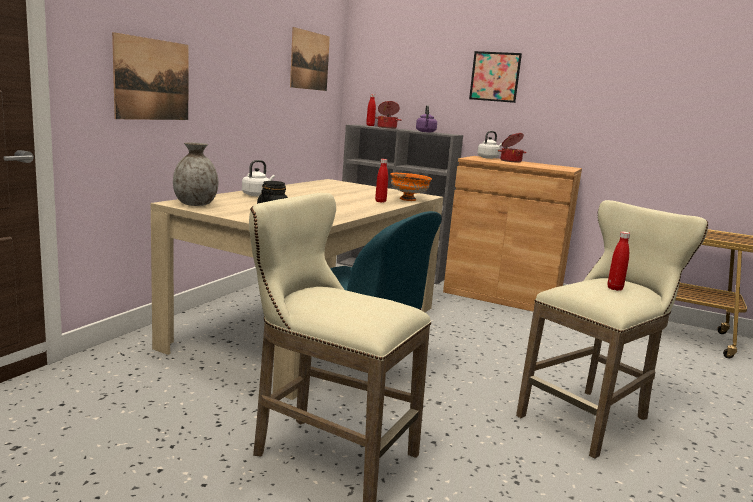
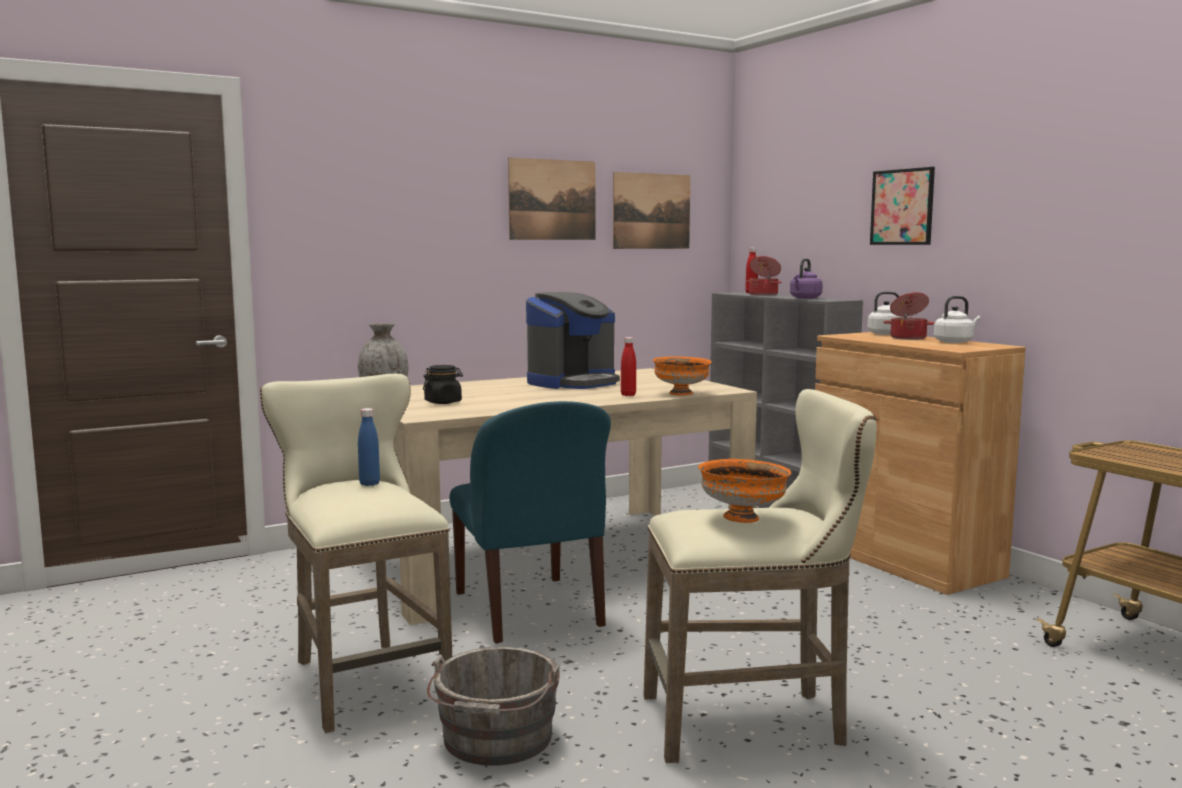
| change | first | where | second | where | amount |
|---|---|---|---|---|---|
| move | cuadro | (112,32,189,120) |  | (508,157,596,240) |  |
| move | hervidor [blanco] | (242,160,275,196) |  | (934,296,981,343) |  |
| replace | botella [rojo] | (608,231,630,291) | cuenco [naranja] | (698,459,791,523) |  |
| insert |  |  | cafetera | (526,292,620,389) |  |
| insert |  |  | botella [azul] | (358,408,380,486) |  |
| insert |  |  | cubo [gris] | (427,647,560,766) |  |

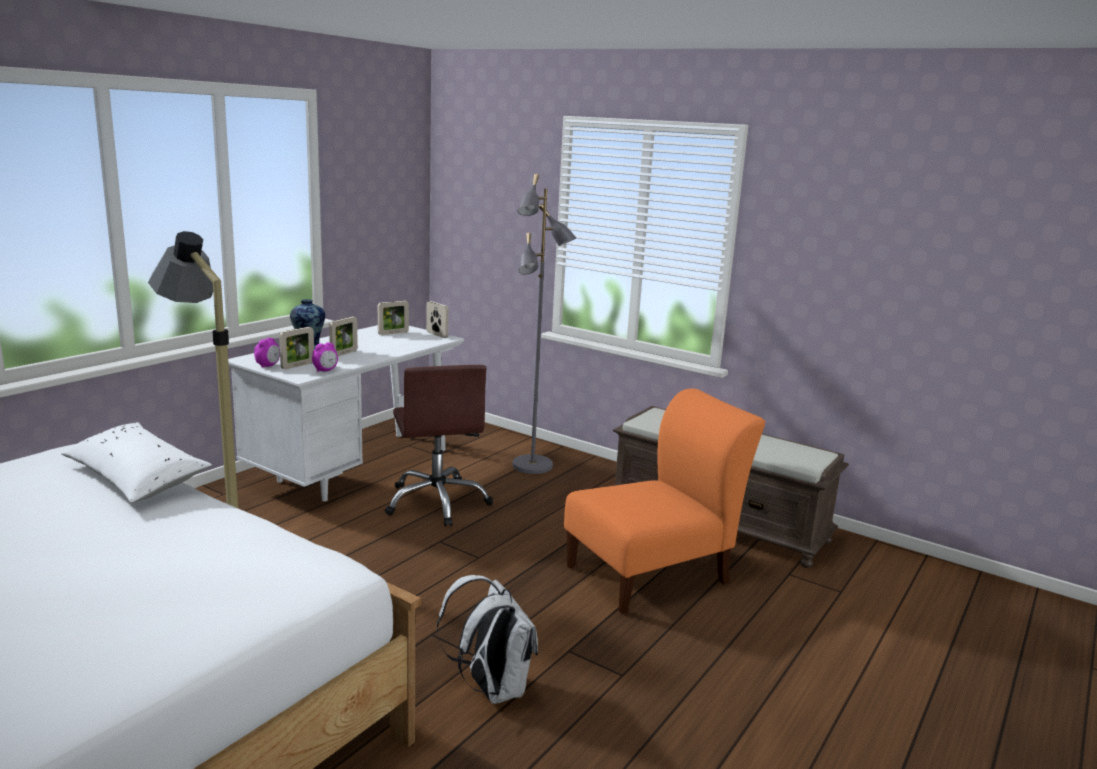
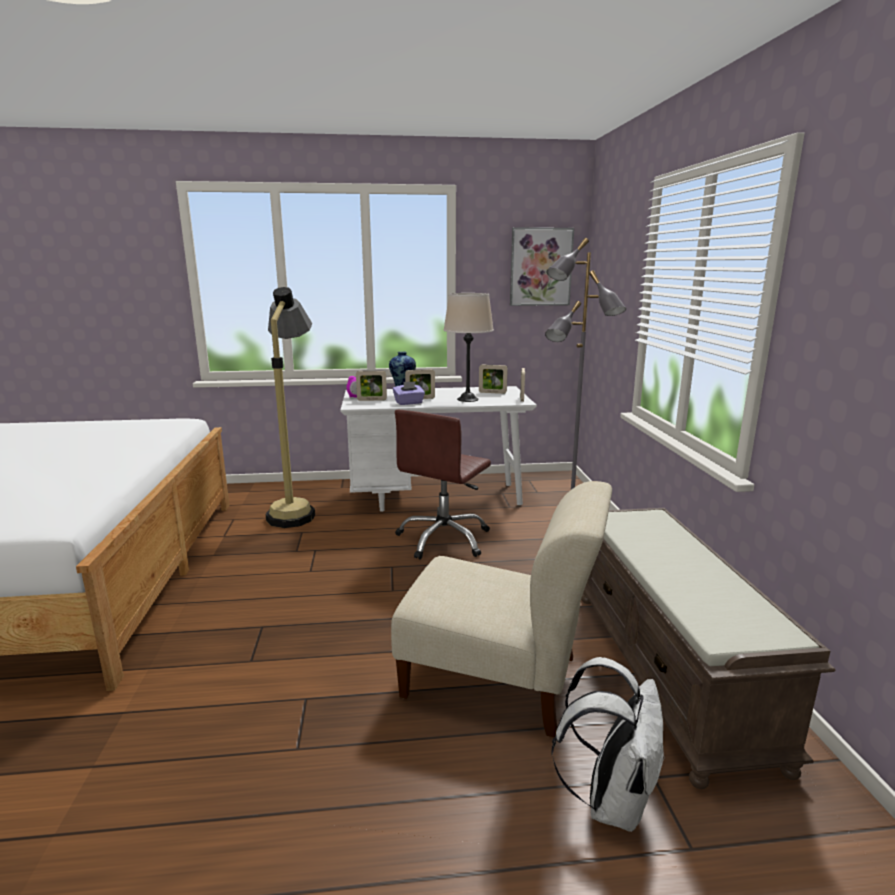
| change | first | where | second | where | amount |
|---|---|---|---|---|---|
| delete | despertador | (312,342,338,372) |  |  |  |
| recolor | silla [naranja] | (564,388,765,614) | silla [beis] | (391,481,612,737) |  |
| delete | cojín [blanco] | (61,422,212,503) |  |  |  |
| move | mochila [blanco] | (437,575,538,704) |  | (551,657,665,832) |  |
| insert |  |  | cuadro | (510,227,574,306) |  |
| insert |  |  | lámpara de mesa [beis] | (444,293,494,402) |  |
| insert |  |  | caja de pañuelos [morado] | (393,381,425,405) |  |

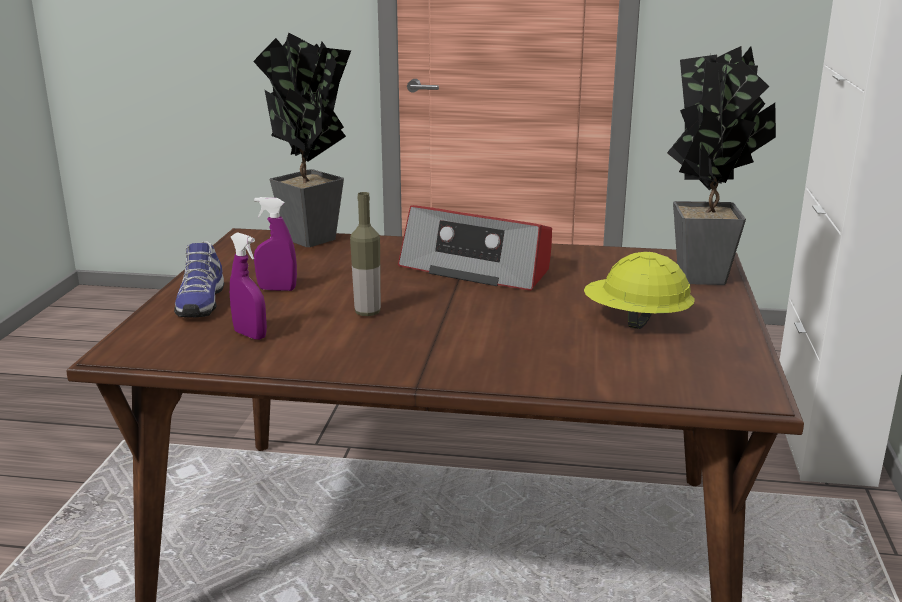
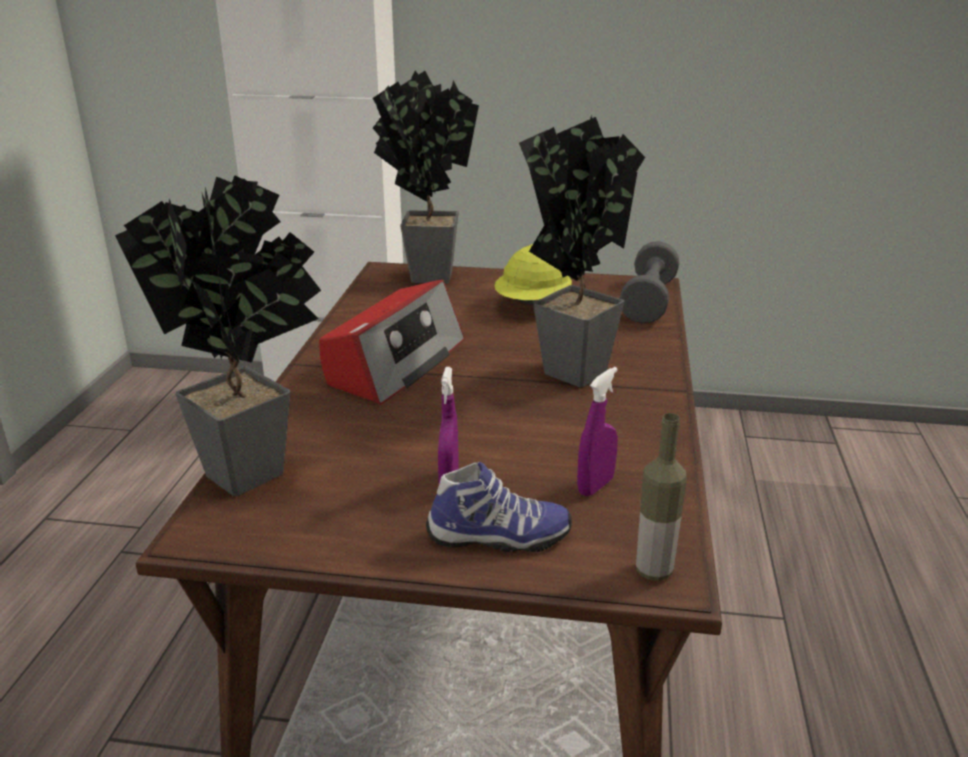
| change | first | where | second | where | amount |
|---|---|---|---|---|---|
| move | botella | (350,192,381,316) |  | (636,413,687,581) |  |
| insert |  |  | planta en maceta | (519,115,645,387) |  |
| insert |  |  | mancuerna [gris] | (620,241,679,324) |  |

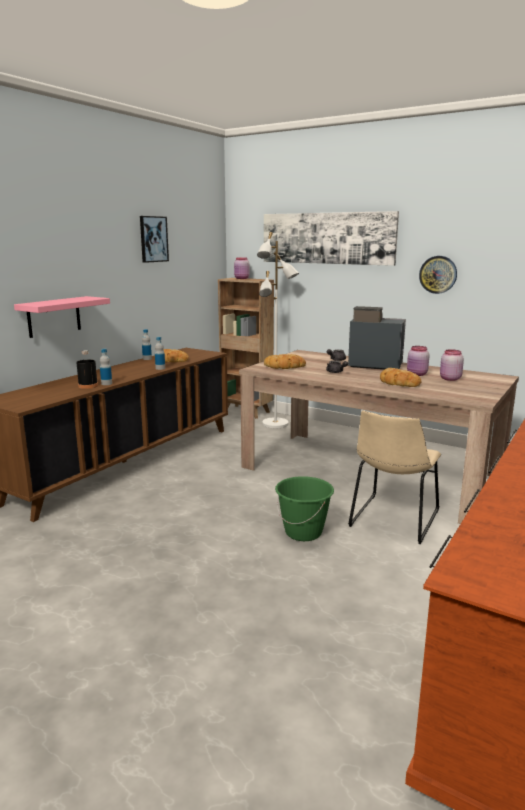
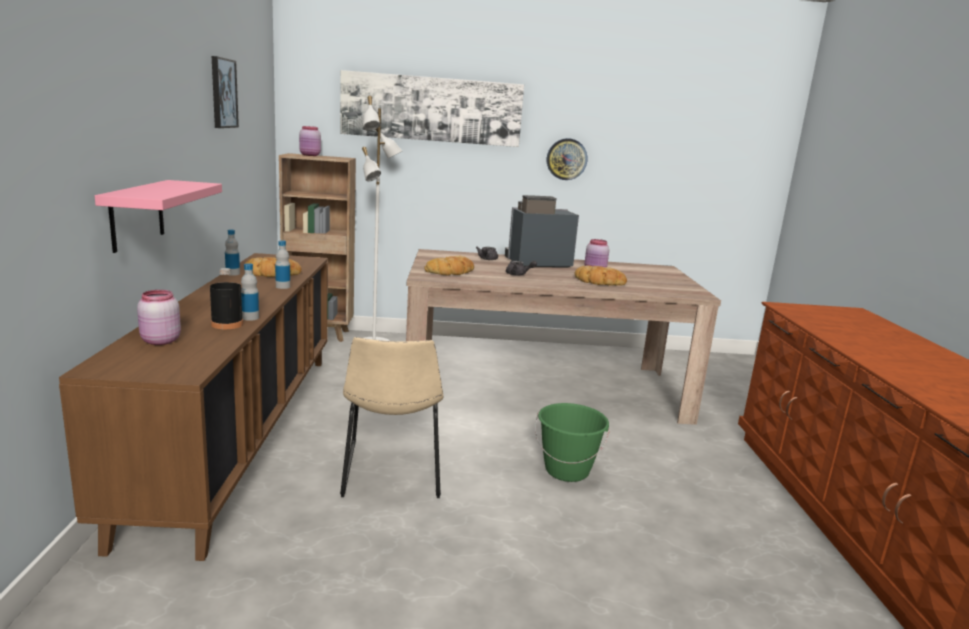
| change | first | where | second | where | amount |
|---|---|---|---|---|---|
| move | tarro [rosa] | (440,349,464,381) |  | (137,290,181,345) |  |
| move | silla [beis] | (348,410,441,544) |  | (340,337,443,498) |  |

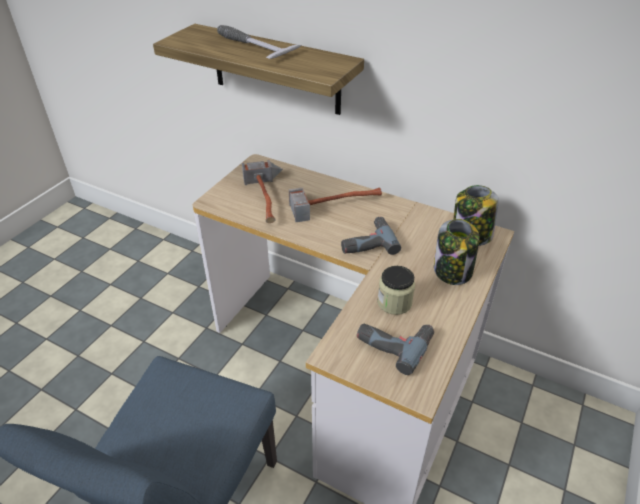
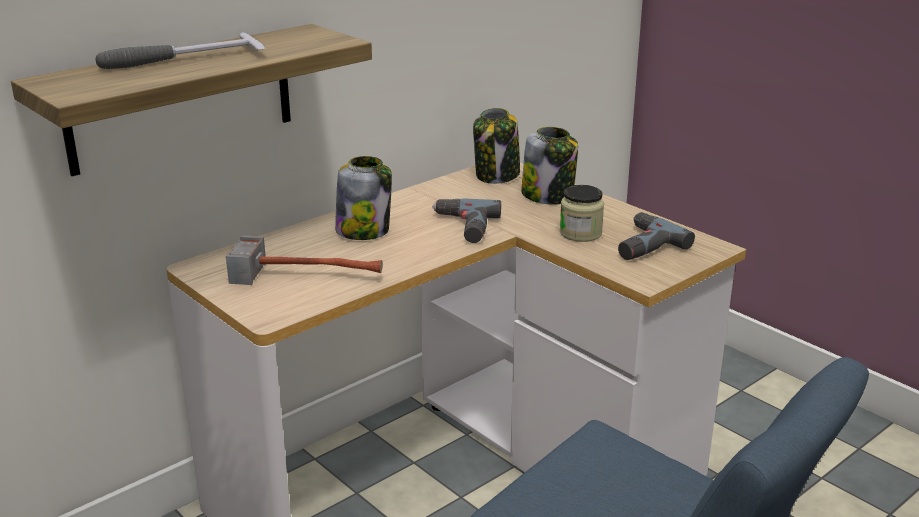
| change | first | where | second | where | amount |
|---|---|---|---|---|---|
| replace | martillo | (289,187,382,222) | tarro | (335,156,392,240) |  |

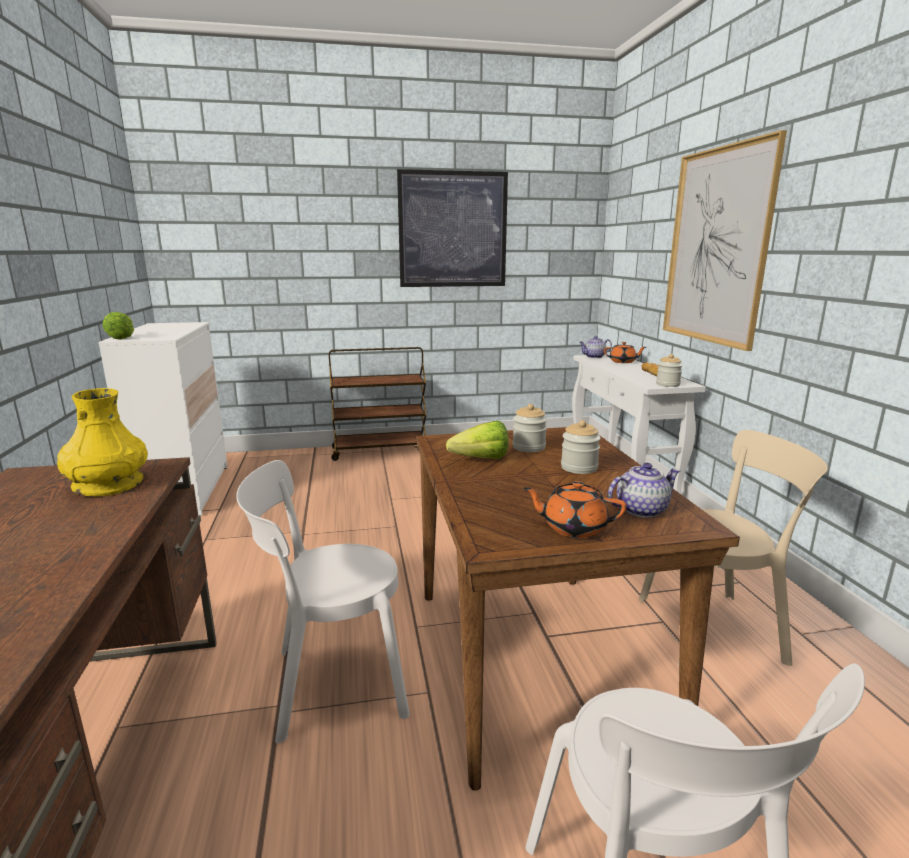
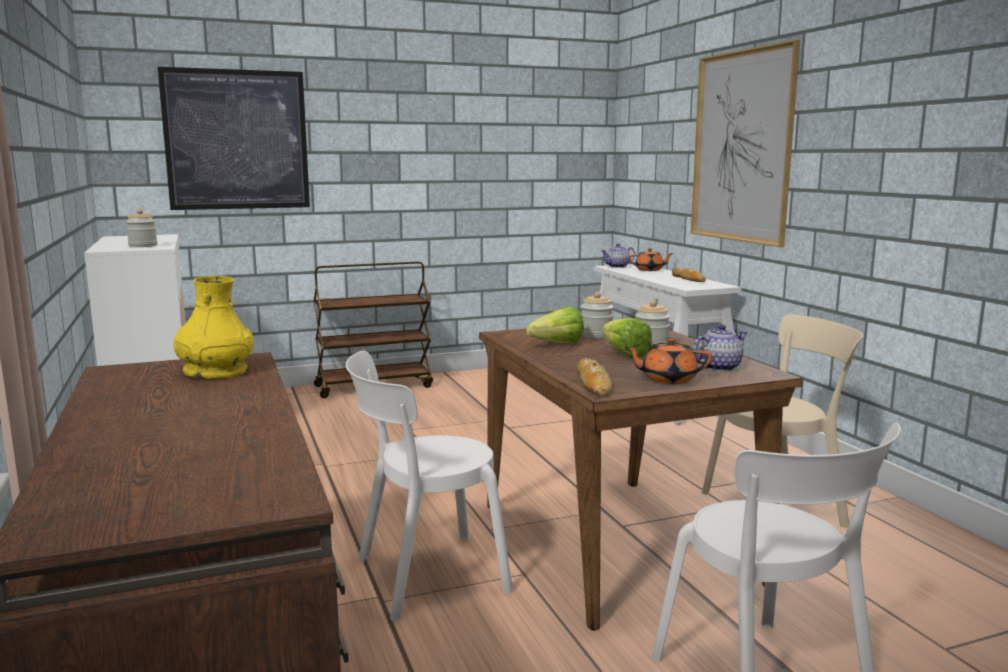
| change | first | where | second | where | amount |
|---|---|---|---|---|---|
| move | cuadro | (397,169,508,287) |  | (158,67,310,210) |  |
| move | lechuga | (103,312,134,340) |  | (602,318,652,359) |  |
| move | tarro | (656,354,683,387) |  | (126,209,157,247) |  |
| insert |  |  | pan | (577,358,612,395) |  |

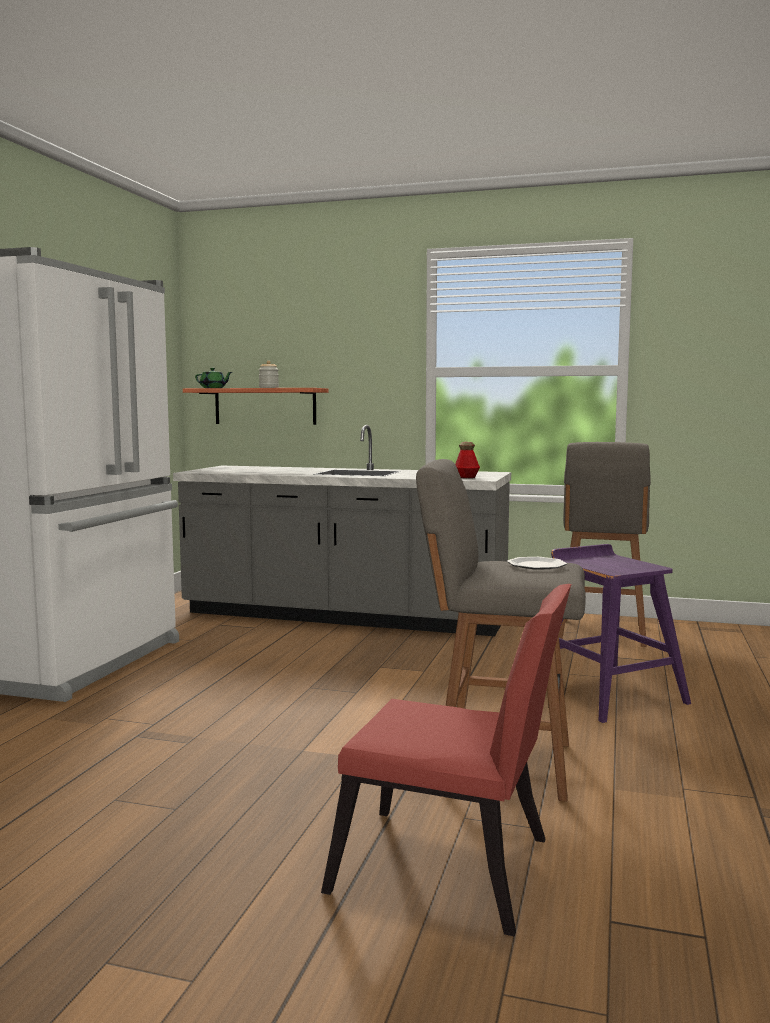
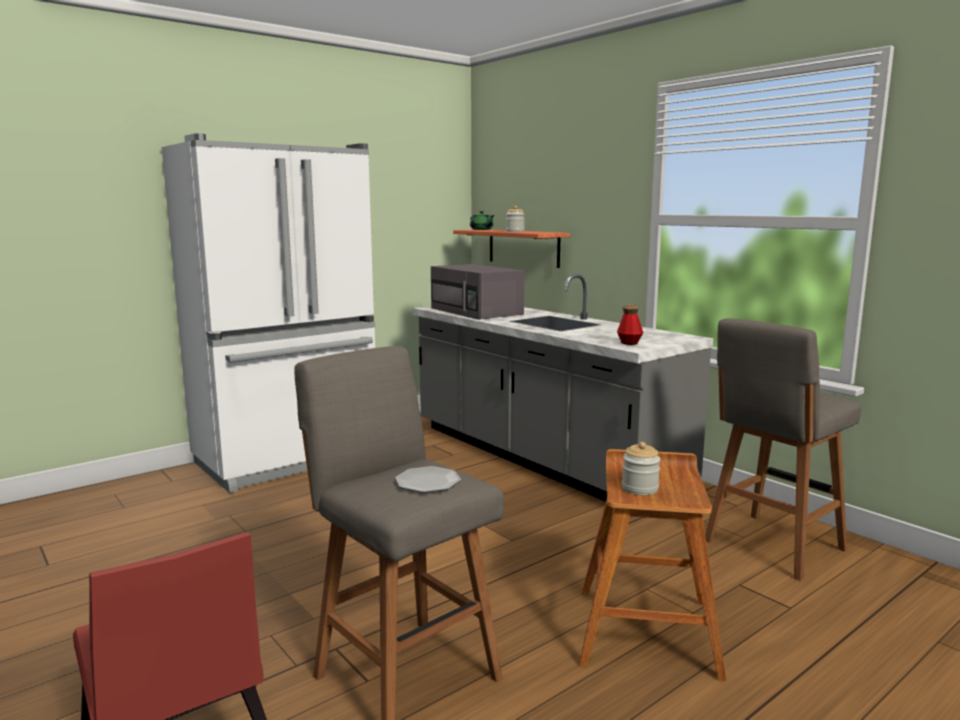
| change | first | where | second | where | amount |
|---|---|---|---|---|---|
| recolor | taburete [morado] | (551,544,691,723) | taburete [marrón] | (579,449,726,681) |  |
| insert |  |  | microondas [gris] | (431,264,525,320) |  |
| insert |  |  | tarro | (622,442,660,495) |  |

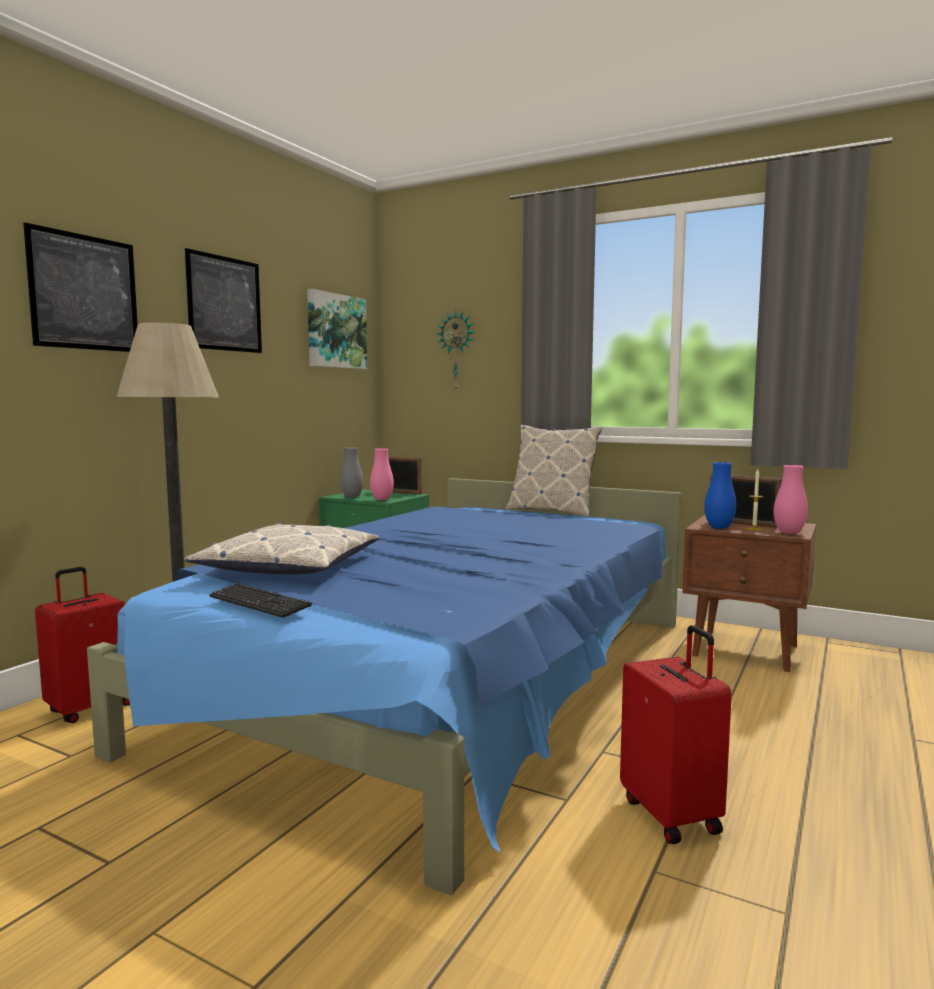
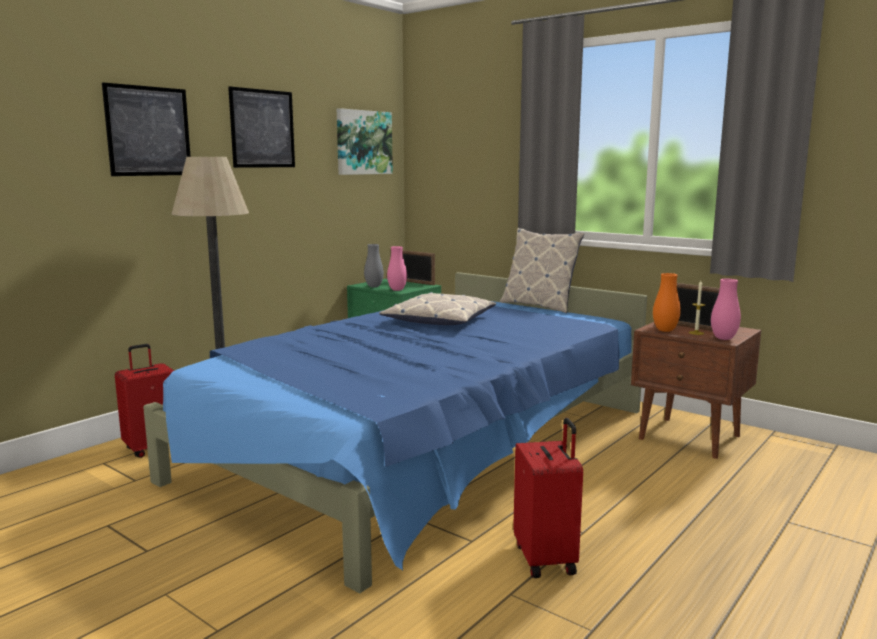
| change | first | where | second | where | amount |
|---|---|---|---|---|---|
| delete | reloj de pared | (437,310,474,392) |  |  |  |
| recolor | florero [azul] | (704,462,736,529) | florero [naranja] | (653,273,681,332) |  |
| move | cojín | (184,523,379,574) |  | (379,292,496,325) |  |
| delete | teclado | (209,583,312,618) |  |  |  |

